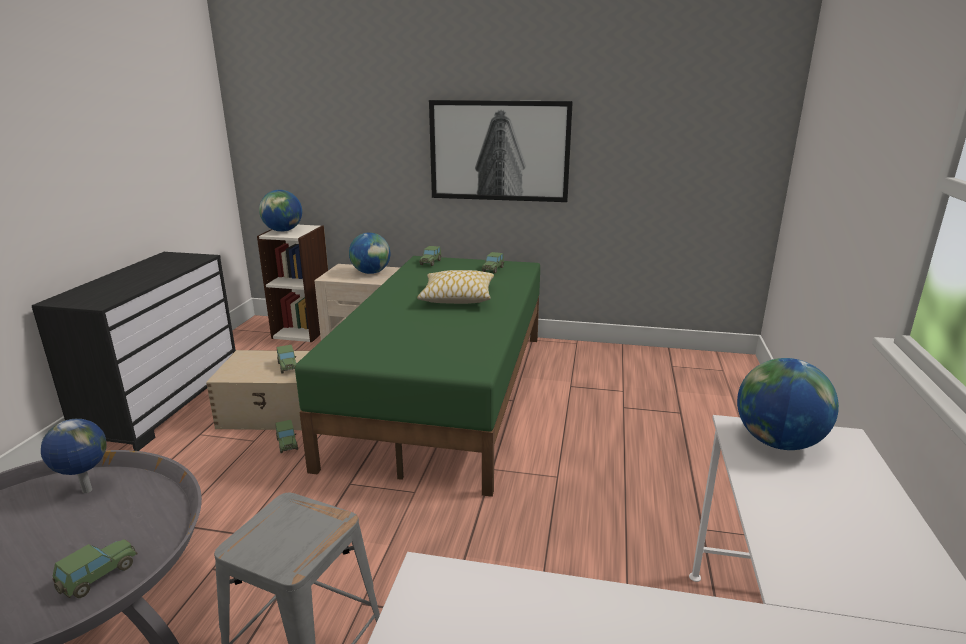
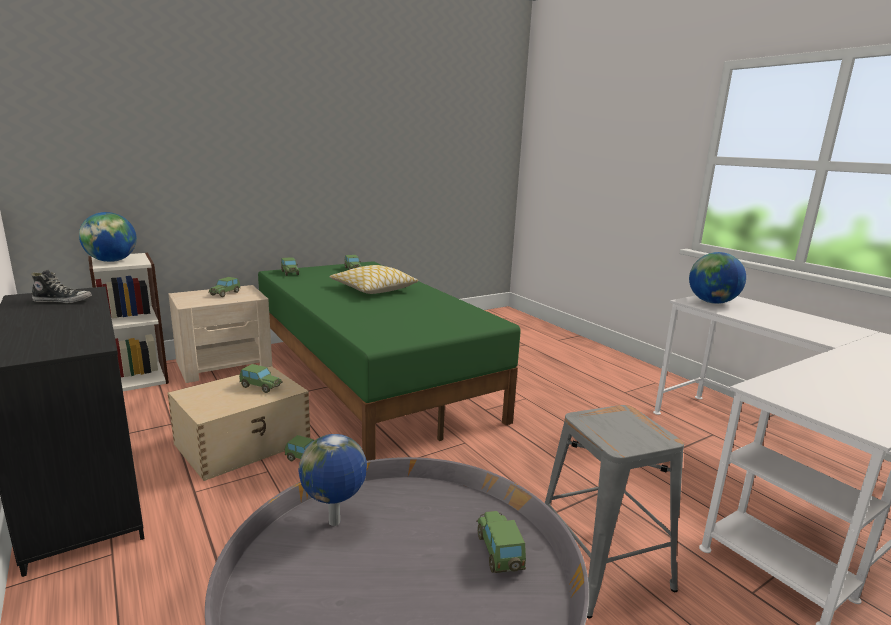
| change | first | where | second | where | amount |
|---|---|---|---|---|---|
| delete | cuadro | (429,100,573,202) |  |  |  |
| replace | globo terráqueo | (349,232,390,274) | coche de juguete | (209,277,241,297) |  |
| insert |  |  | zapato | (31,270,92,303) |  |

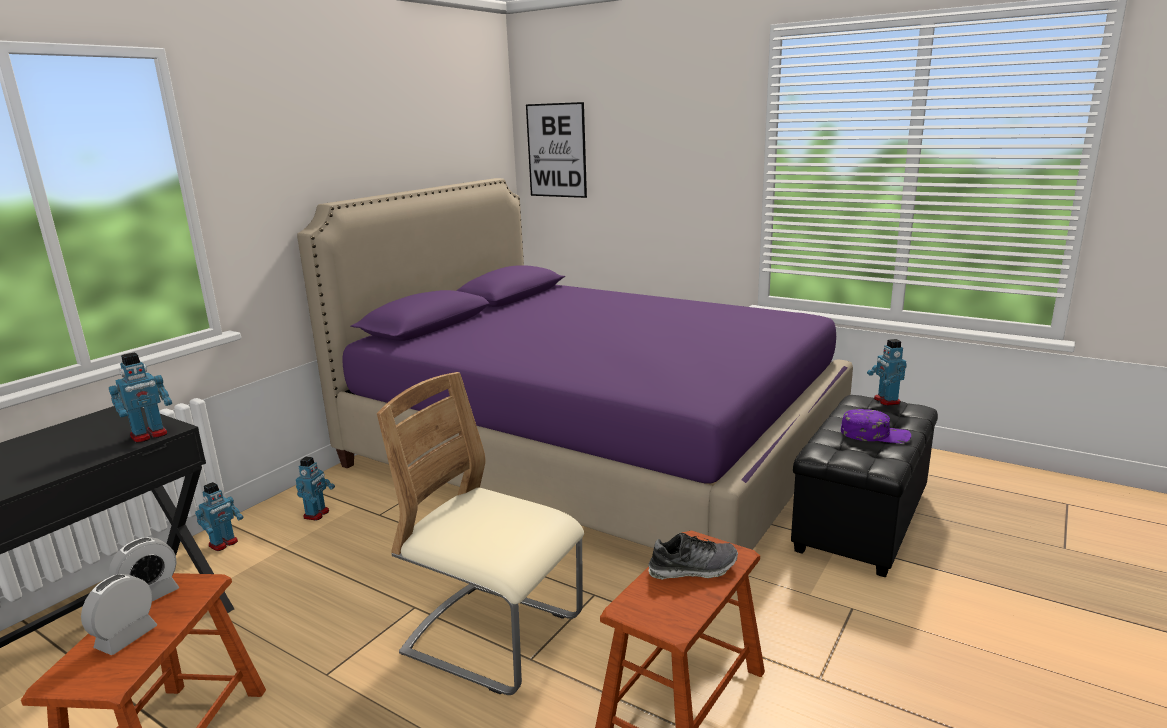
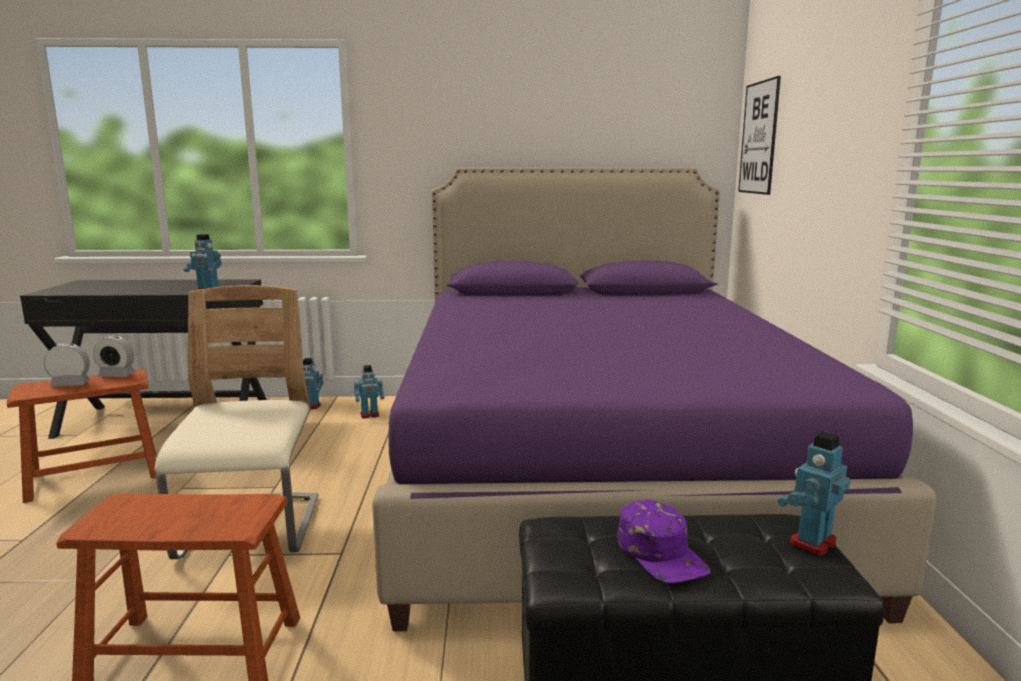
| change | first | where | second | where | amount |
|---|---|---|---|---|---|
| delete | zapato | (649,533,738,580) |  |  |  |

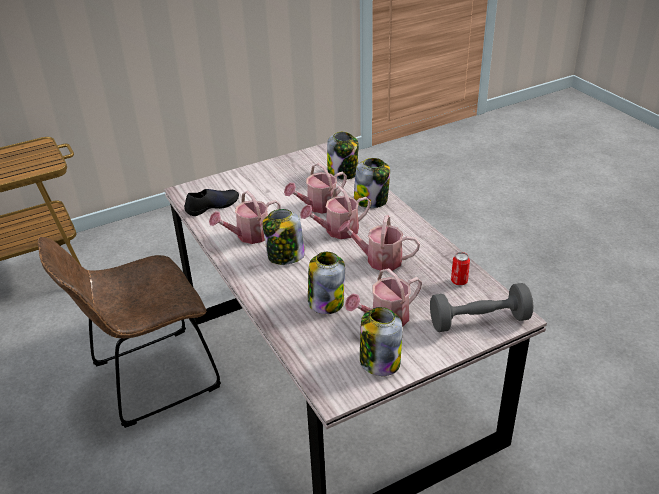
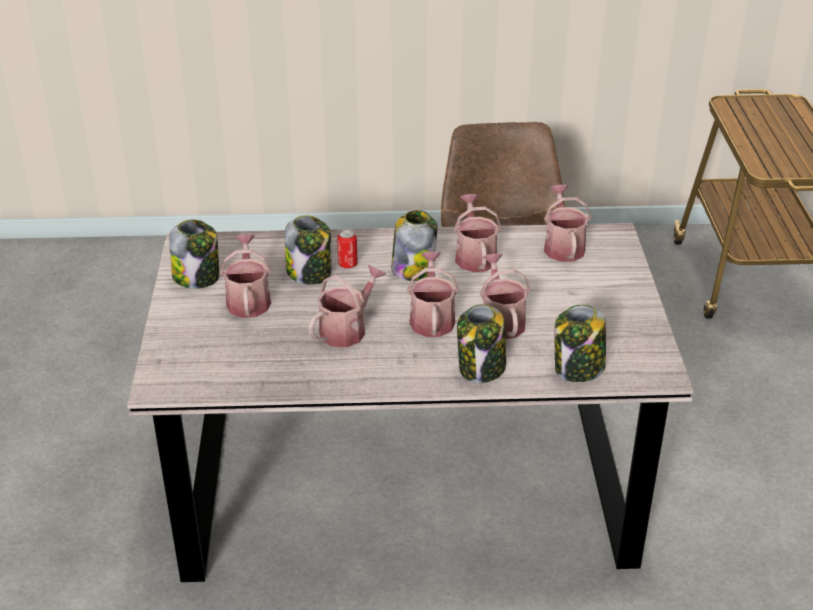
| change | first | where | second | where | amount |
|---|---|---|---|---|---|
| replace | zapato [negro] | (184,189,239,216) | regadera | (544,185,591,262) |  |
| move | lata | (451,252,470,285) |  | (337,229,358,268) |  |
| delete | mancuerna [gris] | (430,283,534,332) |  |  |  |

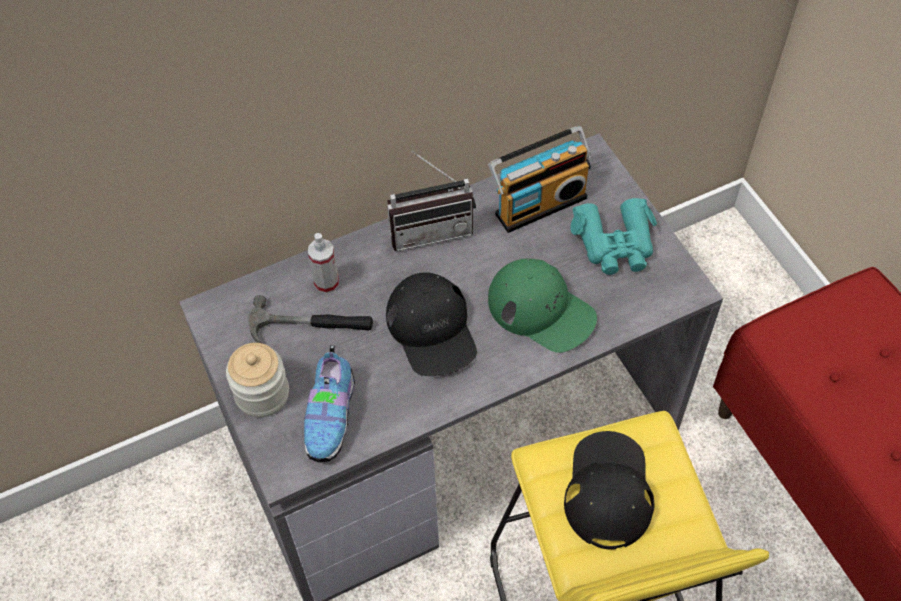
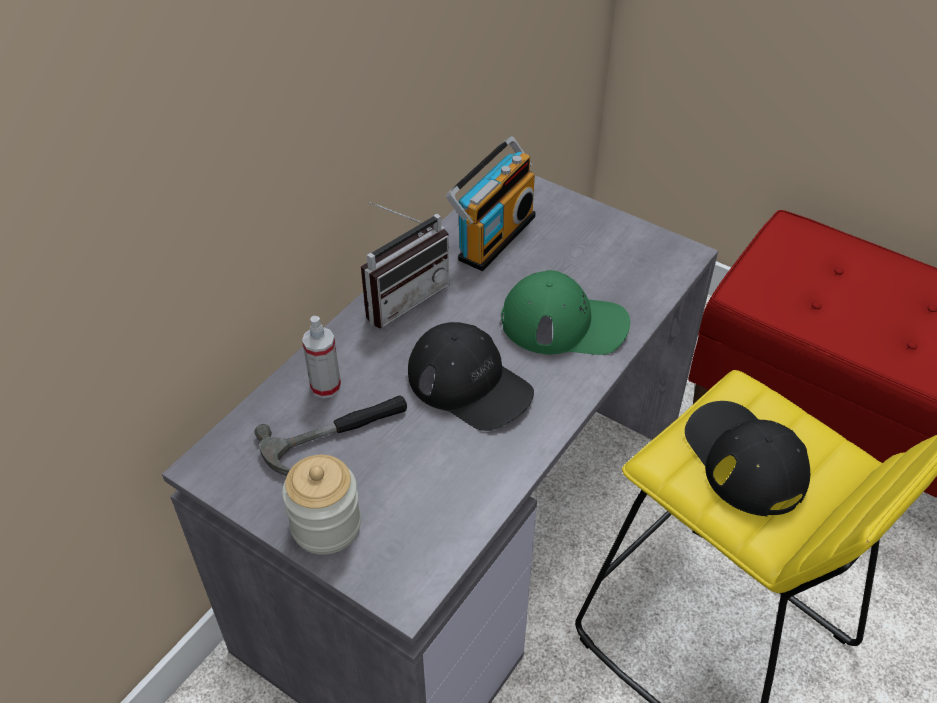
| change | first | where | second | where | amount |
|---|---|---|---|---|---|
| delete | prismáticos [turquesa] | (570,198,657,275) |  |  |  |
| delete | zapato | (304,346,355,462) |  |  |  |

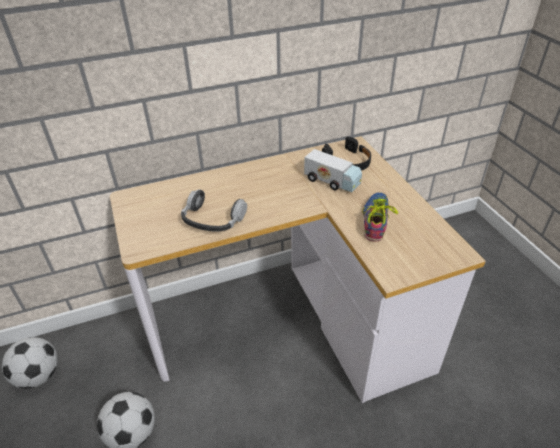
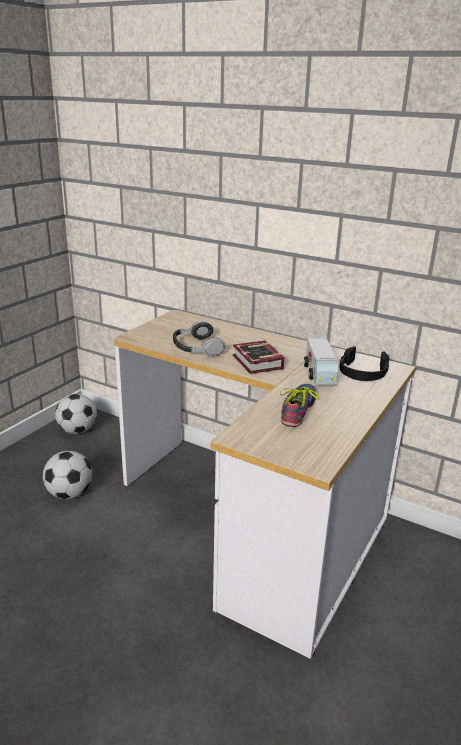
| change | first | where | second | where | amount |
|---|---|---|---|---|---|
| rotate | zapato | (362,192,398,241) |  | (280,384,320,427) | 45 degrees counterclockwise |
| insert |  |  | libro | (233,341,285,374) |  |

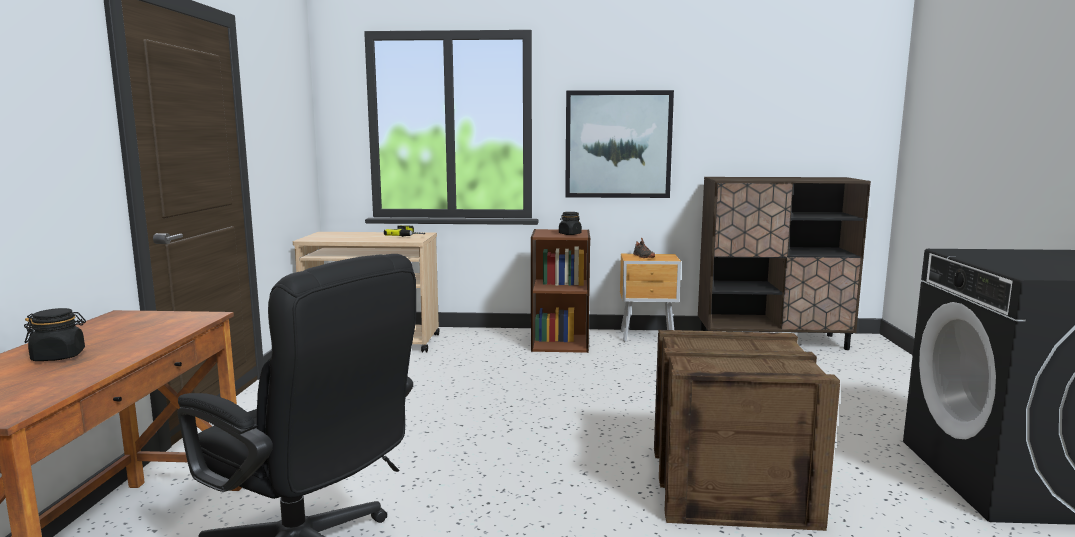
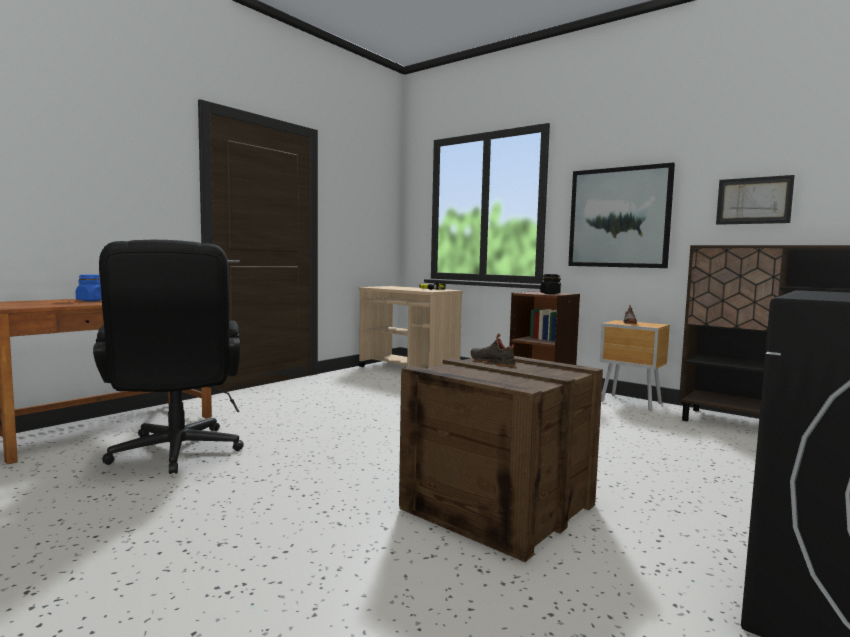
| change | first | where | second | where | amount |
|---|---|---|---|---|---|
| recolor | tarro [negro] | (24,308,86,361) | tarro [azul] | (76,274,102,301) |  |
| insert |  |  | cuadro | (716,175,795,225) |  |
| insert |  |  | zapato [negro] | (470,334,516,367) |  |

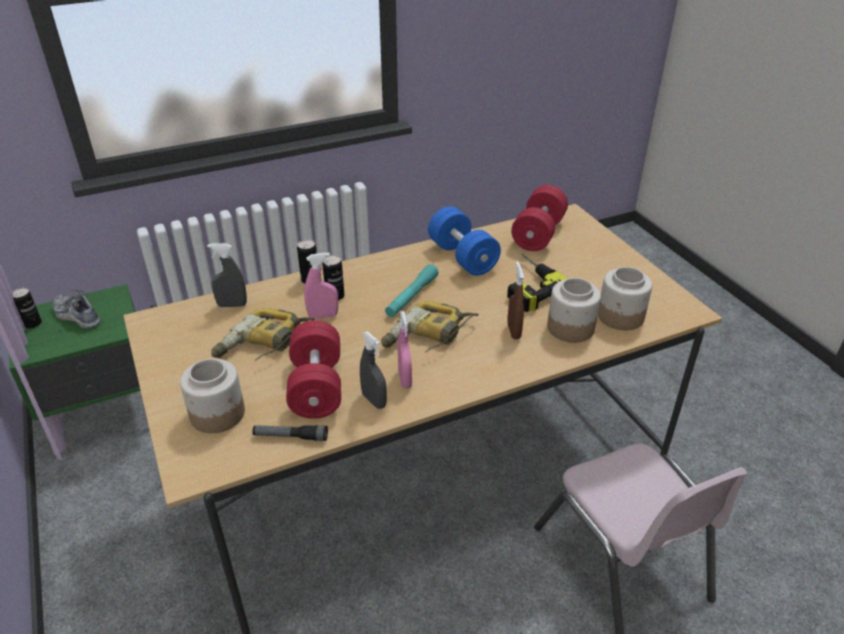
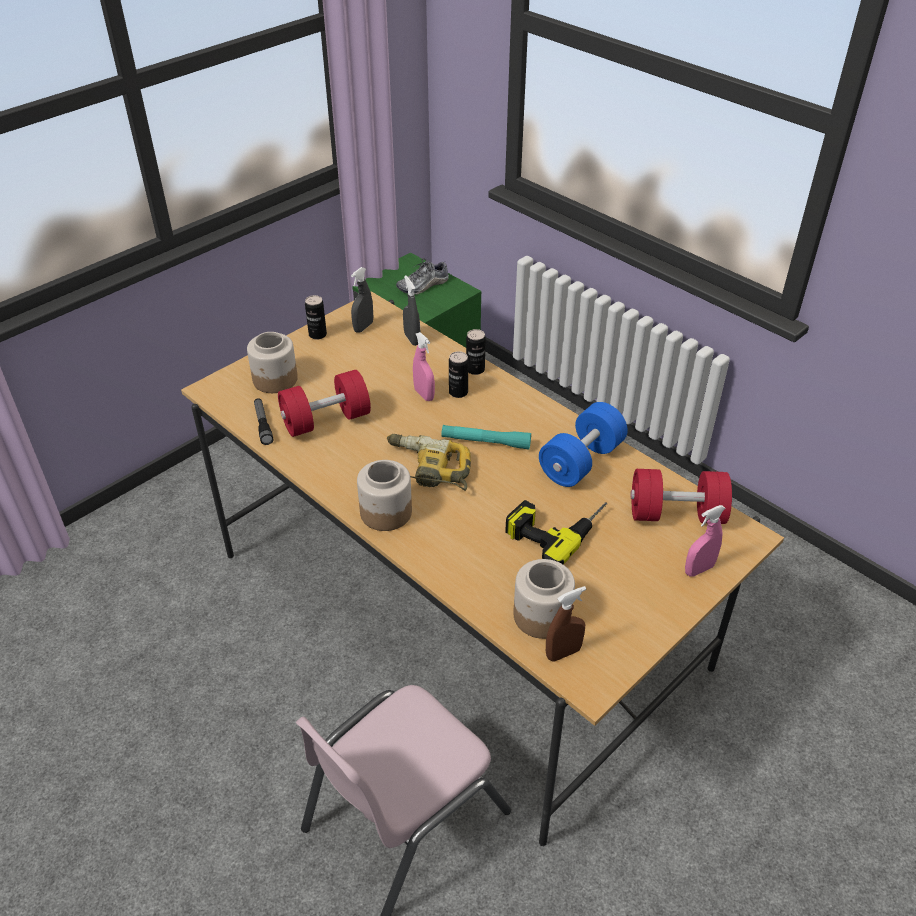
| change | first | where | second | where | amount |
|---|---|---|---|---|---|
| move | pulverizador [marrón] | (507,262,524,339) |  | (546,586,586,662) |  |
| move | tarro | (547,278,601,343) |  | (357,460,412,531) |  |
| move | lata | (13,288,42,329) |  | (305,295,327,340) |  |
| rotate | zapato | (52,290,100,328) |  | (396,258,449,295) | 135 degrees counterclockwise |
| delete | taladro | (211,308,315,361) |  |  |  |
| move | pulverizador [rosa] | (398,311,412,389) |  | (685,505,726,577) |  |
| move | pulverizador [gris] | (360,331,387,409) |  | (351,267,373,333) |  |

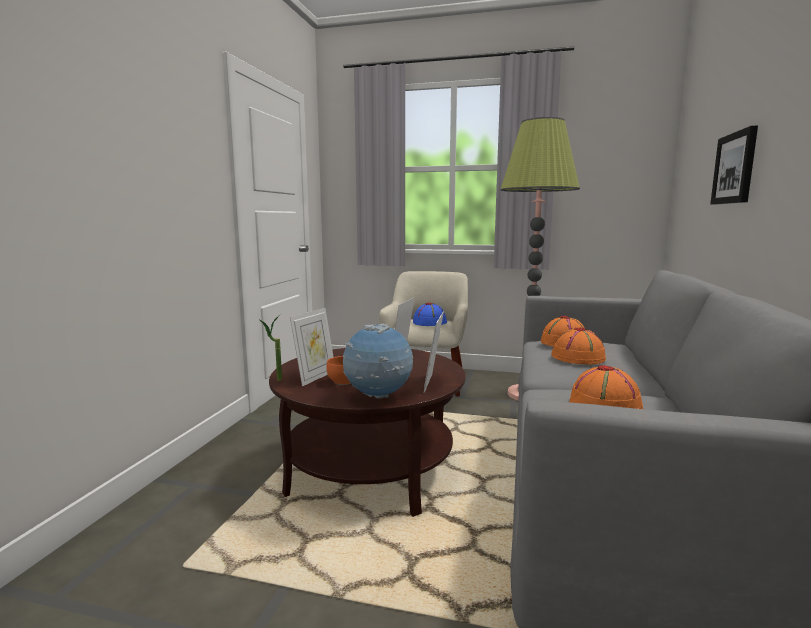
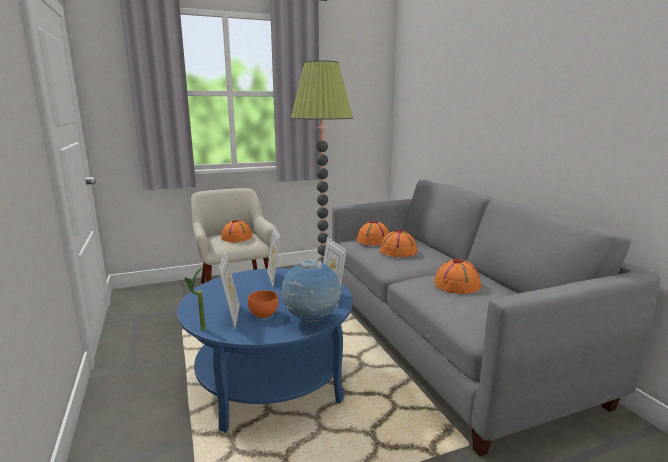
| change | first | where | second | where | amount |
|---|---|---|---|---|---|
| delete | cuadro | (710,125,758,205) |  |  |  |
| recolor | sombrero [azul] | (413,303,447,326) | sombrero [naranja] | (221,220,252,242) |  |
| recolor | mesa de centro [marrón] | (269,348,466,517) | mesa de centro [azul] | (177,268,353,433) |  |

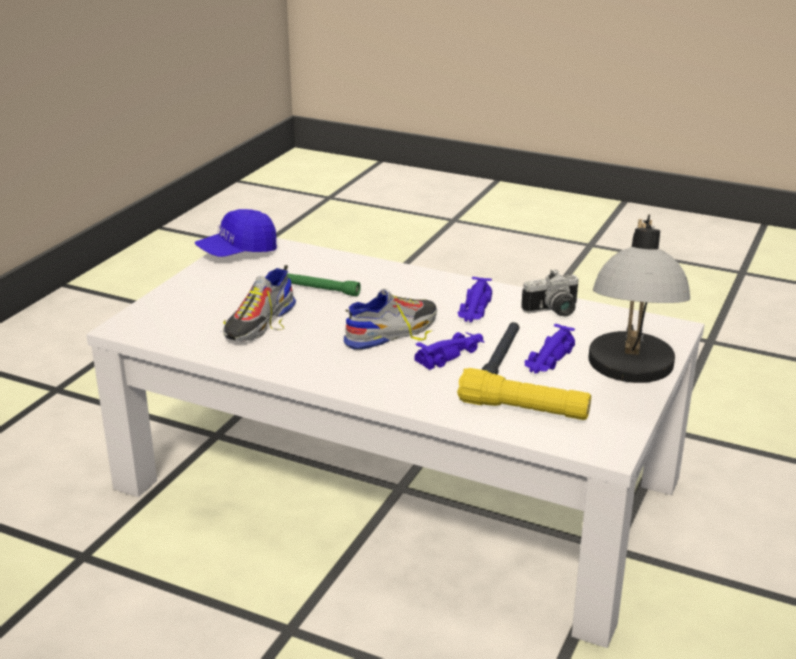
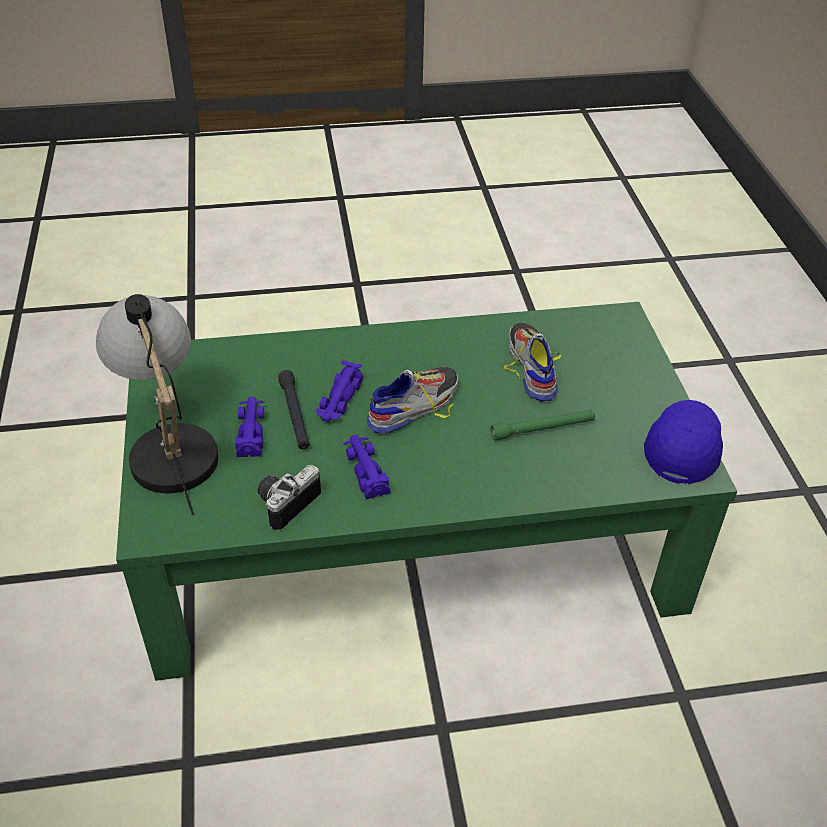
| change | first | where | second | where | amount |
|---|---|---|---|---|---|
| recolor | mesa de centro [blanco] | (86,238,704,648) | mesa de centro [verde] | (116,302,737,681) |  |
| rotate | zapato | (344,288,437,350) |  | (367,367,458,434) | 150 degrees counterclockwise |
| delete | linterna [amarillo] | (457,368,591,420) |  |  |  |

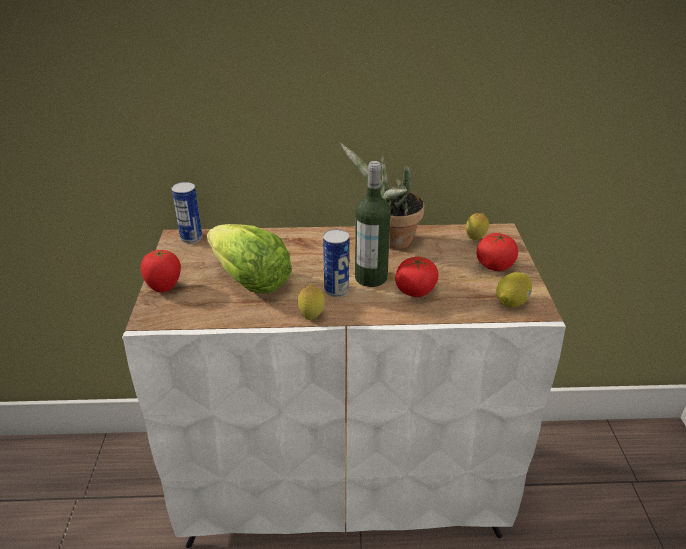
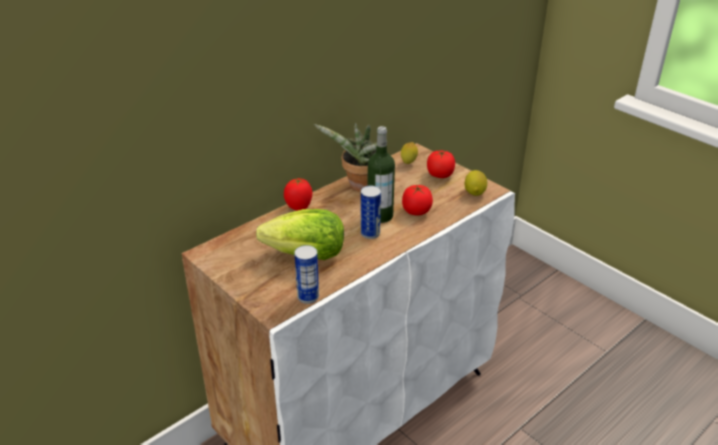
| change | first | where | second | where | amount |
|---|---|---|---|---|---|
| move | lata | (172,182,202,243) |  | (294,245,319,304) |  |
| move | tomate | (141,249,181,292) |  | (284,178,312,211) |  |
| delete | limón | (298,285,325,320) |  |  |  |

